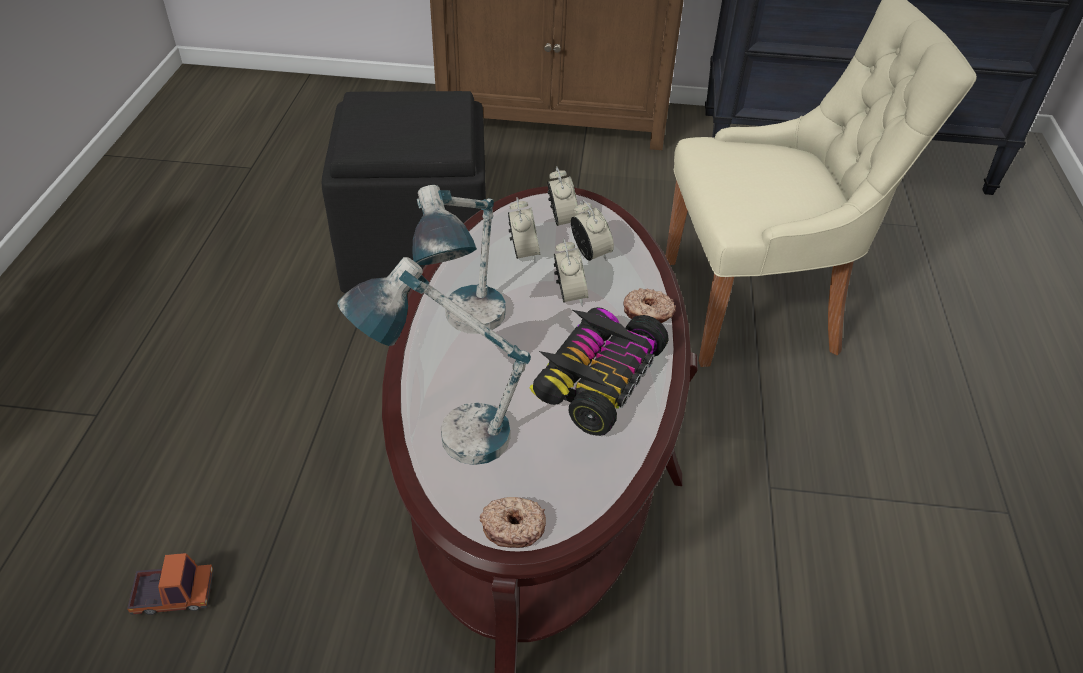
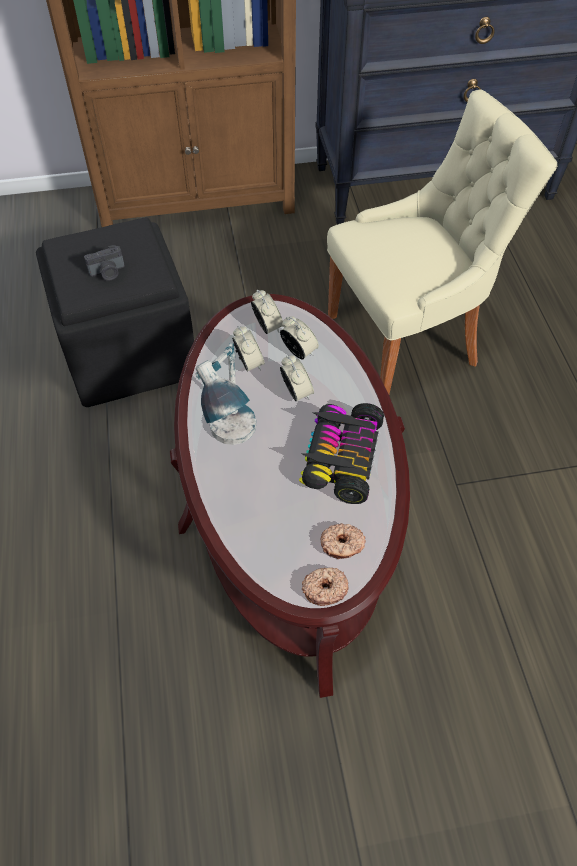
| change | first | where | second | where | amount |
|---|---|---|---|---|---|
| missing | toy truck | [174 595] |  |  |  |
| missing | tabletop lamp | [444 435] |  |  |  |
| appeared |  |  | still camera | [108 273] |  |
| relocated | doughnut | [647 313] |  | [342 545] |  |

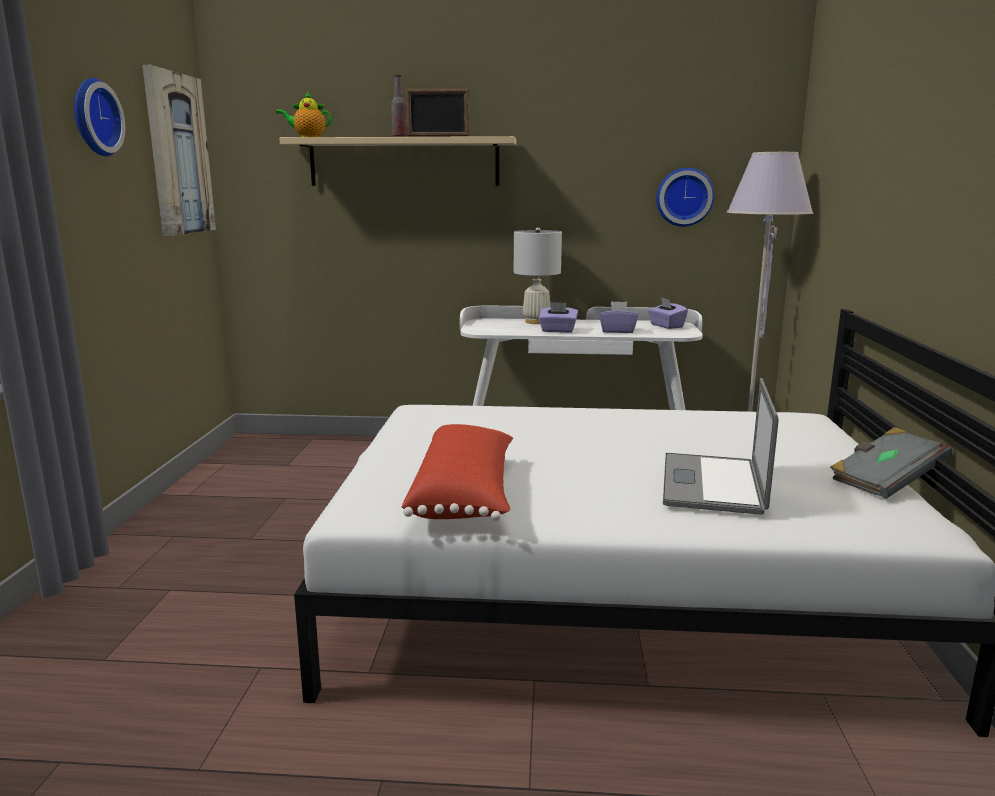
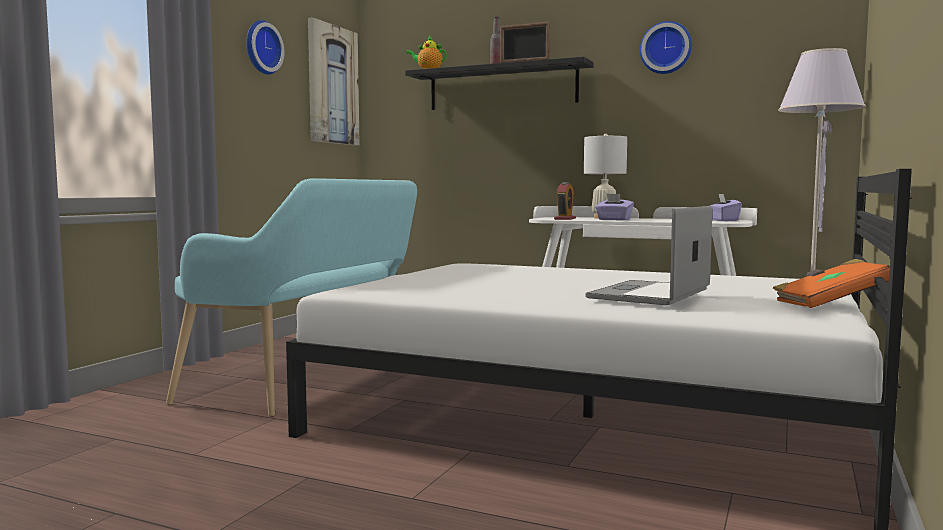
| change | first | where | second | where | amount |
|---|---|---|---|---|---|
| missing | pillow in reddish | [466 495] |  |  |  |
| missing | tissue box in purple-coloured | [617 331] |  |  |  |
| appeared |  |  | indoor bench in turquoise | [312 379] |  |
| appeared |  |  | bedside clock | [565 219] |  |
| relocated | hanging clock | [684 197] |  | [666 48] |  |
| colour | wall shelf in beige-coloured | [404 162] | wall shelf in black-coloured | [502 87] |  |
| colour | volume in grey | [885 481] | volume in orangey | [831 304] |  |

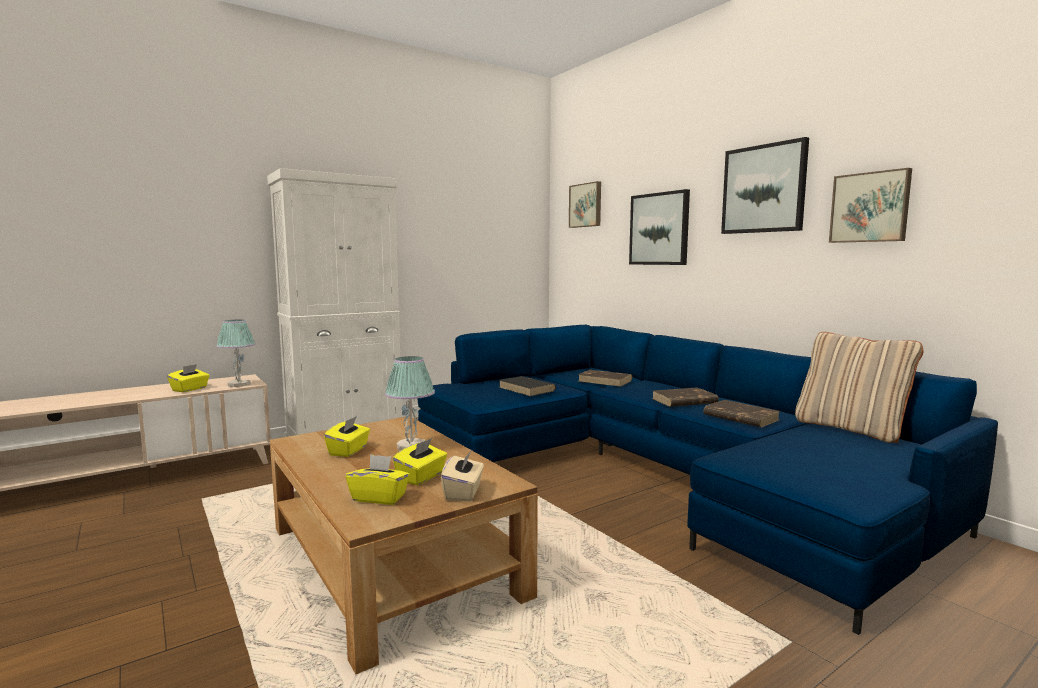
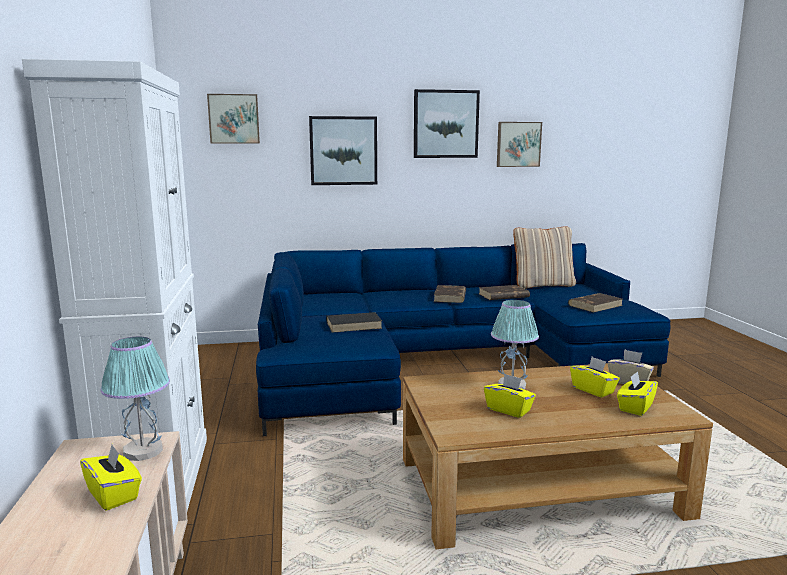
| change | first | where | second | where | amount |
|---|---|---|---|---|---|
| relocated | volume in brownish | [605 381] |  | [595 305] |  |

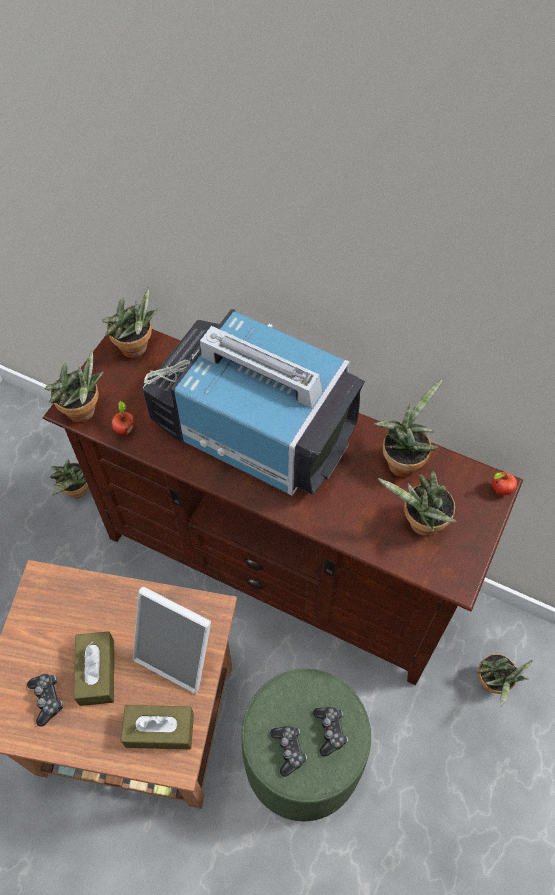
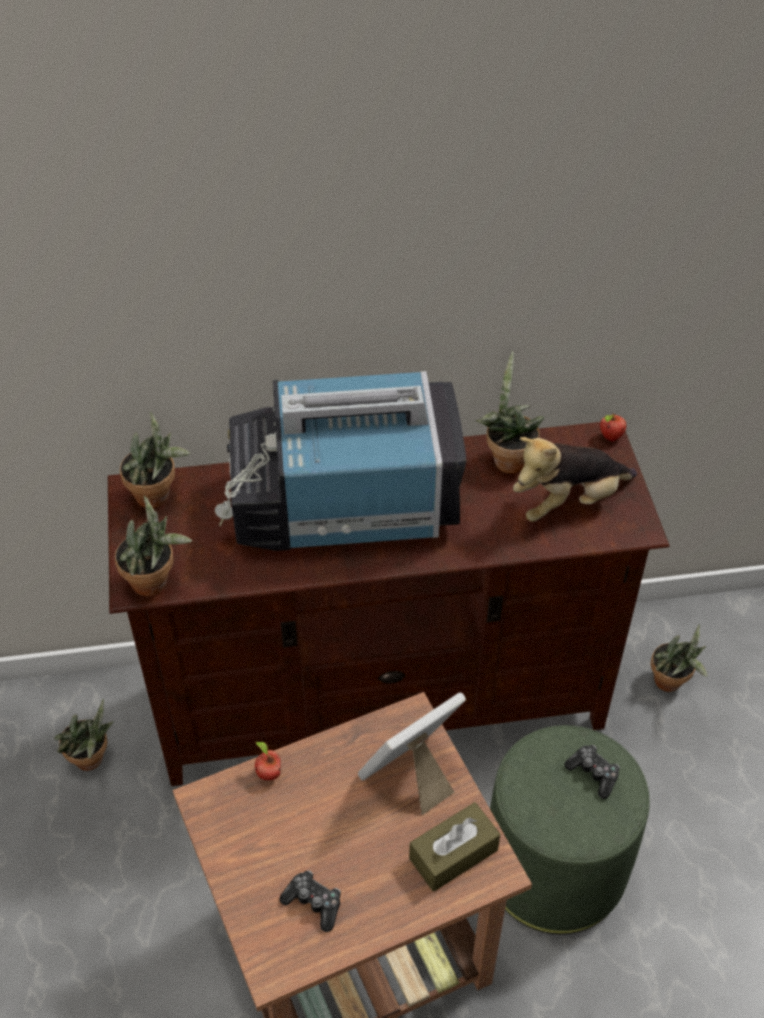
| change | first | where | second | where | amount |
|---|---|---|---|---|---|
| missing | tissue box in brownish | [97 672] |  |  |  |
| missing | joypad | [289 750] |  |  |  |
| relocated | apple fruit | [124 429] |  | [268 773] |  |
| exchanged | houseplant | [419 525] | soft toy | [568 502] |  |
| spun | photo frame | [179 653] |  | [412 775] | 150 degrees clockwise |

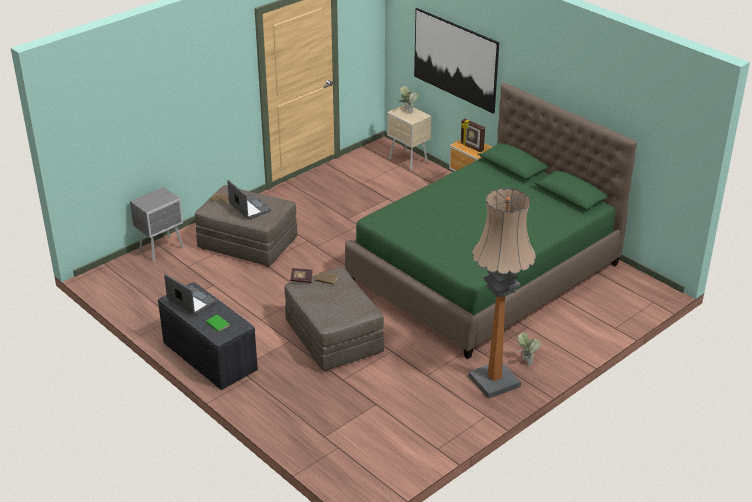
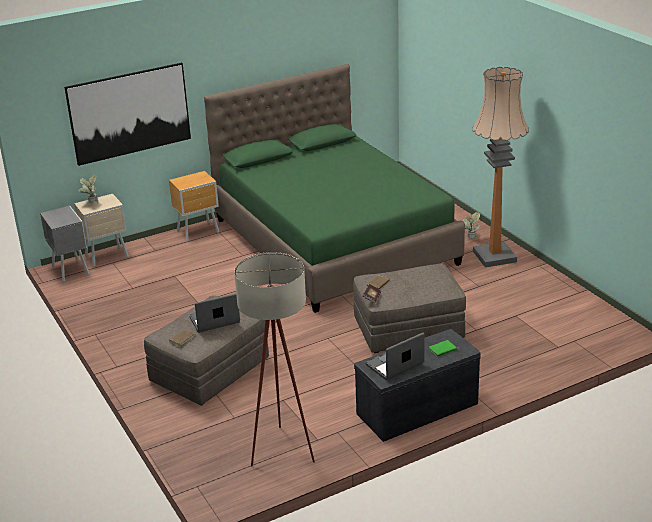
| change | first | where | second | where | amount |
|---|---|---|---|---|---|
| missing | photo frame | [471 147] |  |  |  |
| appeared |  |  | standard lamp in beige-coloured | [282 446] |  |
| relocated | night table in grey | [162 249] |  | [71 270] |  |

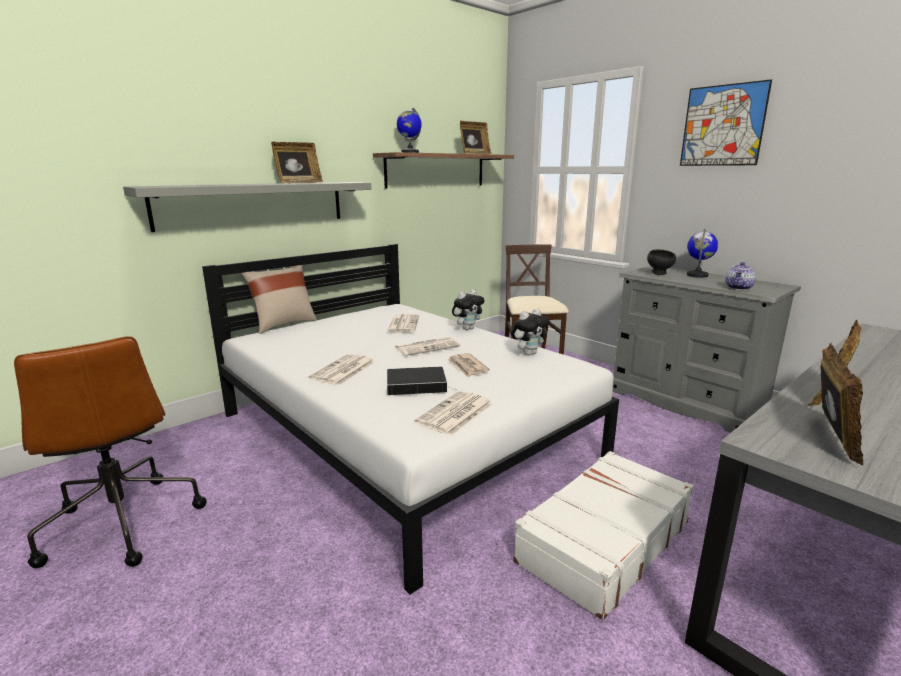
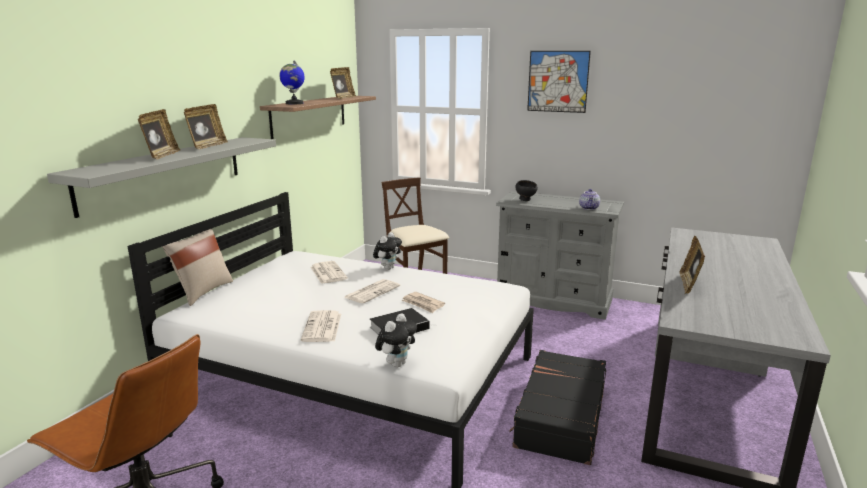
| change | first | where | second | where | amount |
|---|---|---|---|---|---|
| missing | newspaper | [455 414] |  |  |  |
| missing | desk globe | [697 275] |  |  |  |
| relocated | soft toy | [529 353] |  | [396 364] |  |
| relocated | photo frame | [830 438] |  | [161 155] |  |
| colour | piece of luggage in white-coloured | [602 541] | piece of luggage in black-coloured | [560 416] |  |

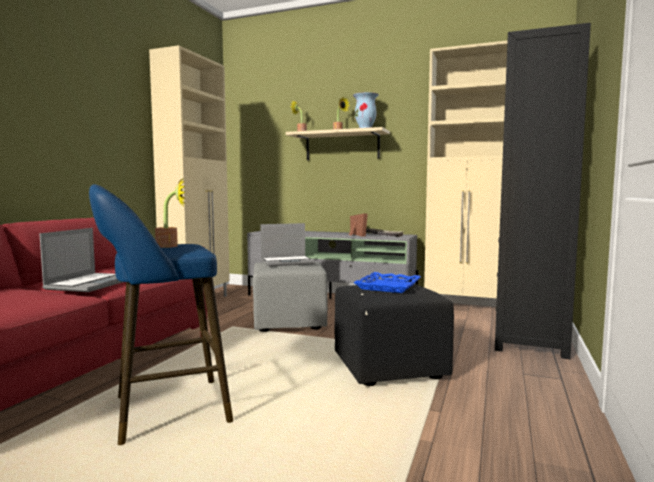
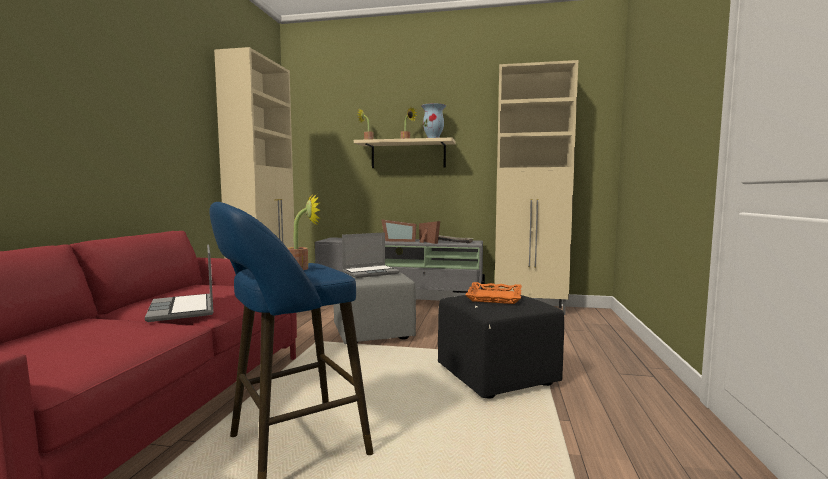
| change | first | where | second | where | amount |
|---|---|---|---|---|---|
| missing | bookshelf in black-coloured | [529 342] |  |  |  |
| appeared |  |  | photo frame | [399 240] |  |
| colour | carrying tray in bluish | [388 287] | carrying tray in orangey | [495 297] |  |
| spun | portable computer | [90 284] |  | [184 309] | 150 degrees clockwise |

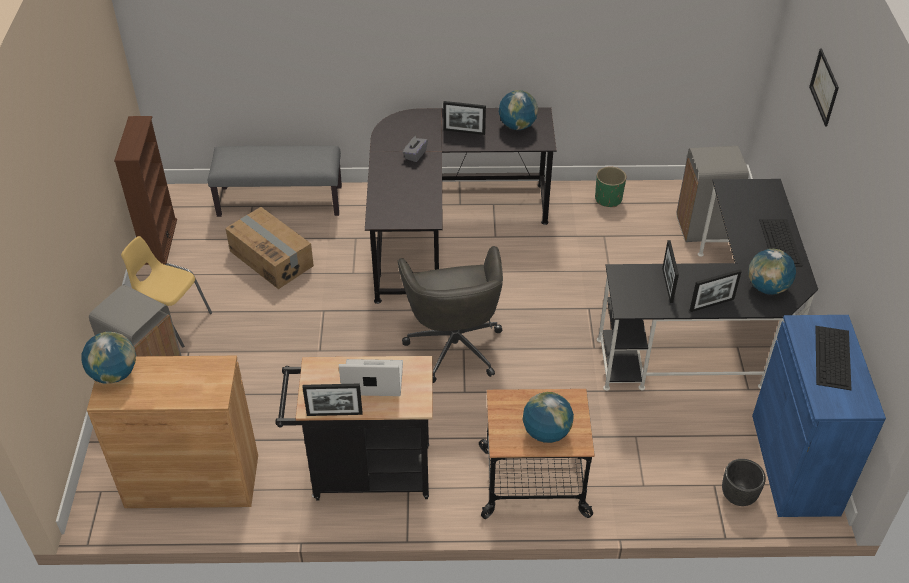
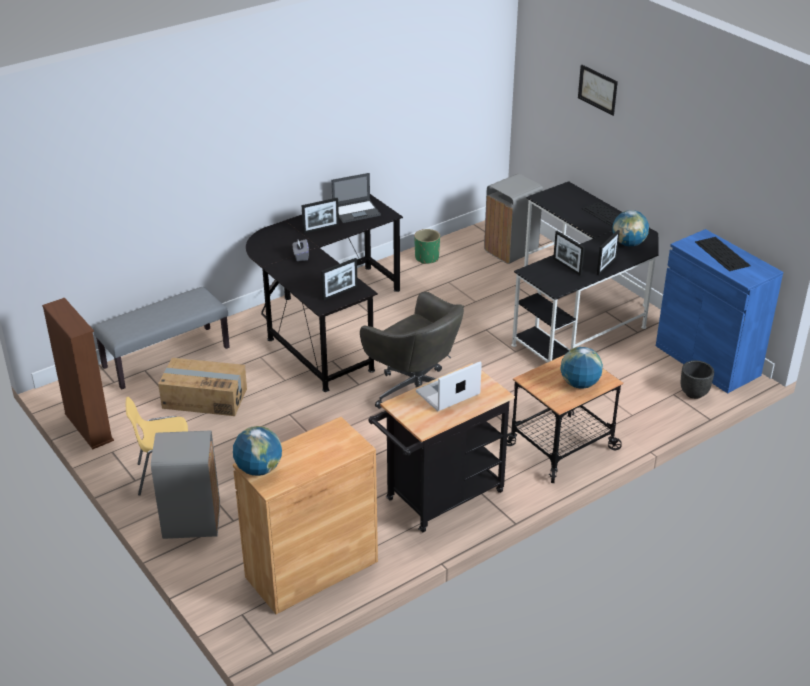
| change | first | where | second | where | amount |
|---|---|---|---|---|---|
| relocated | photo frame | [334 414] |  | [340 293] |  |
| exchanged | desk globe | [517 126] | portable computer | [356 211] |  |

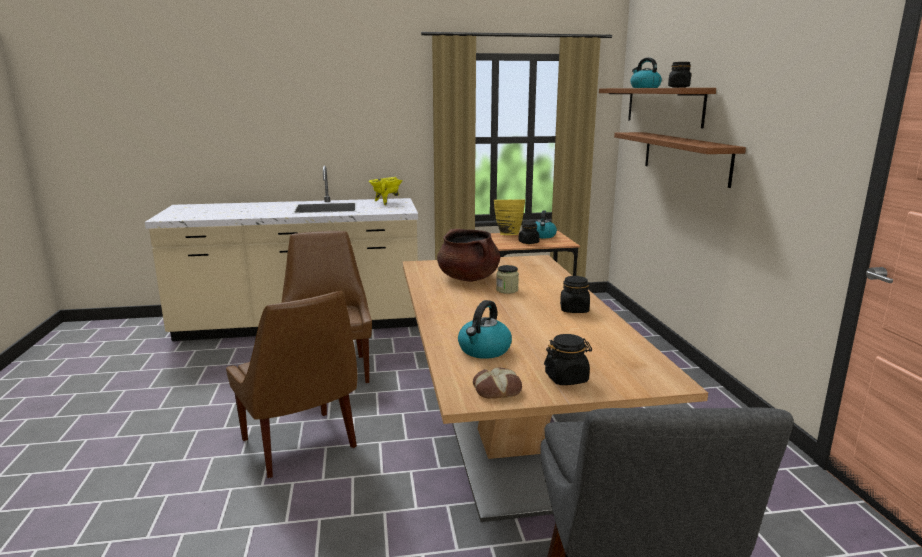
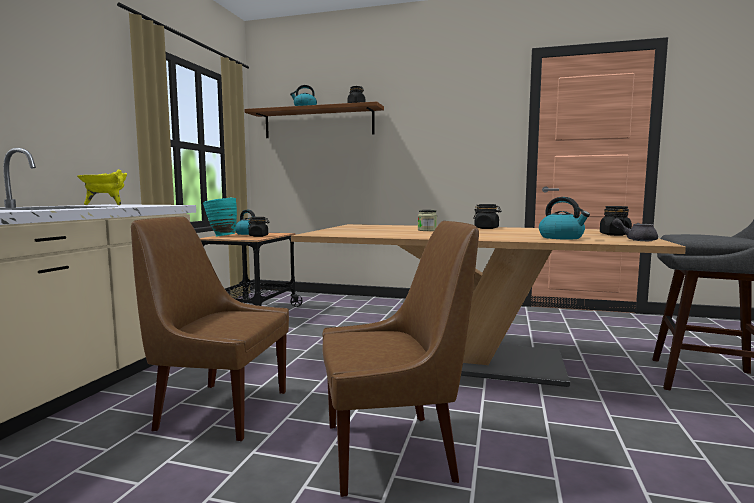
| change | first | where | second | where | amount |
|---|---|---|---|---|---|
| missing | cooking pot in brownish | [469 278] |  |  |  |
| missing | wall shelf in brownish | [685 157] |  |  |  |
| exchanged | baked bread | [497 389] | teapot in grey | [636 240] |  |
| colour | decorative vase in yellow-coloured | [508 235] | decorative vase in turquoise | [221 236] |  |

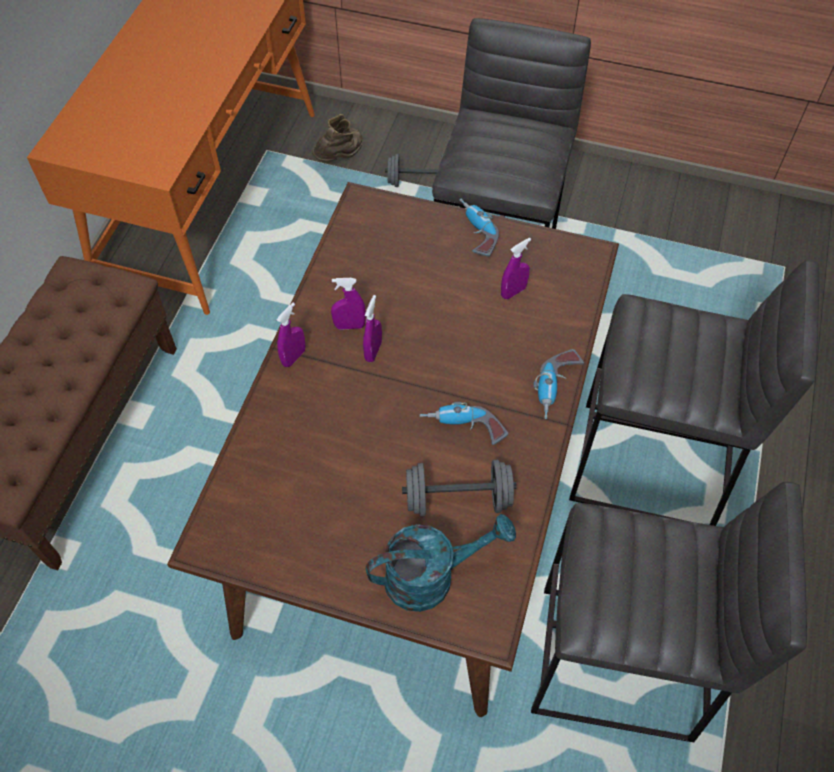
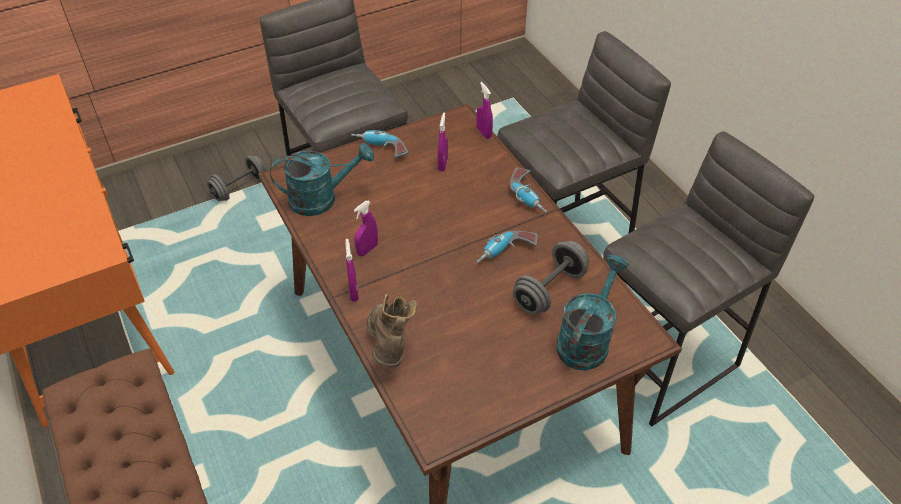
| change | first | where | second | where | amount |
|---|---|---|---|---|---|
| appeared |  |  | watering can in turquoise | [322 198] |  |
| relocated | boot in brownish | [340 157] |  | [390 347] |  |
| relocated | spray bottle in purple-coloured | [373 351] |  | [484 133] |  |

